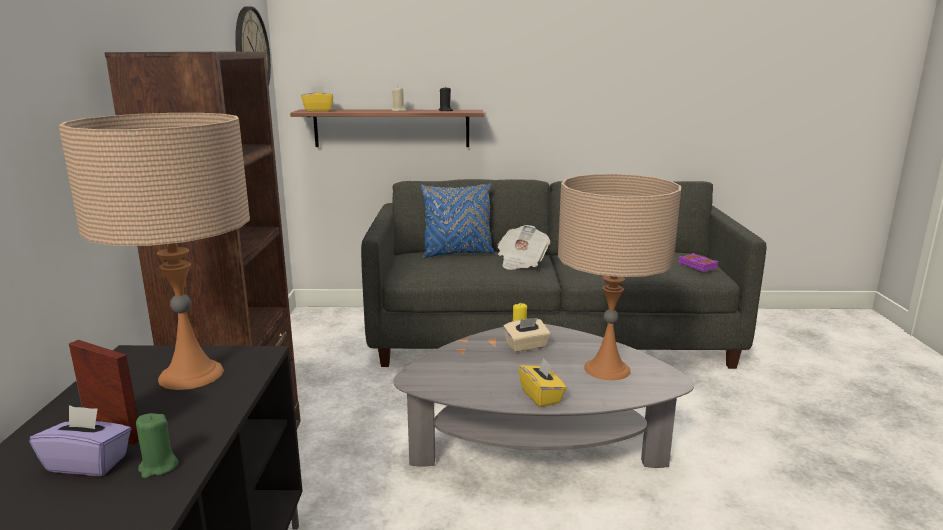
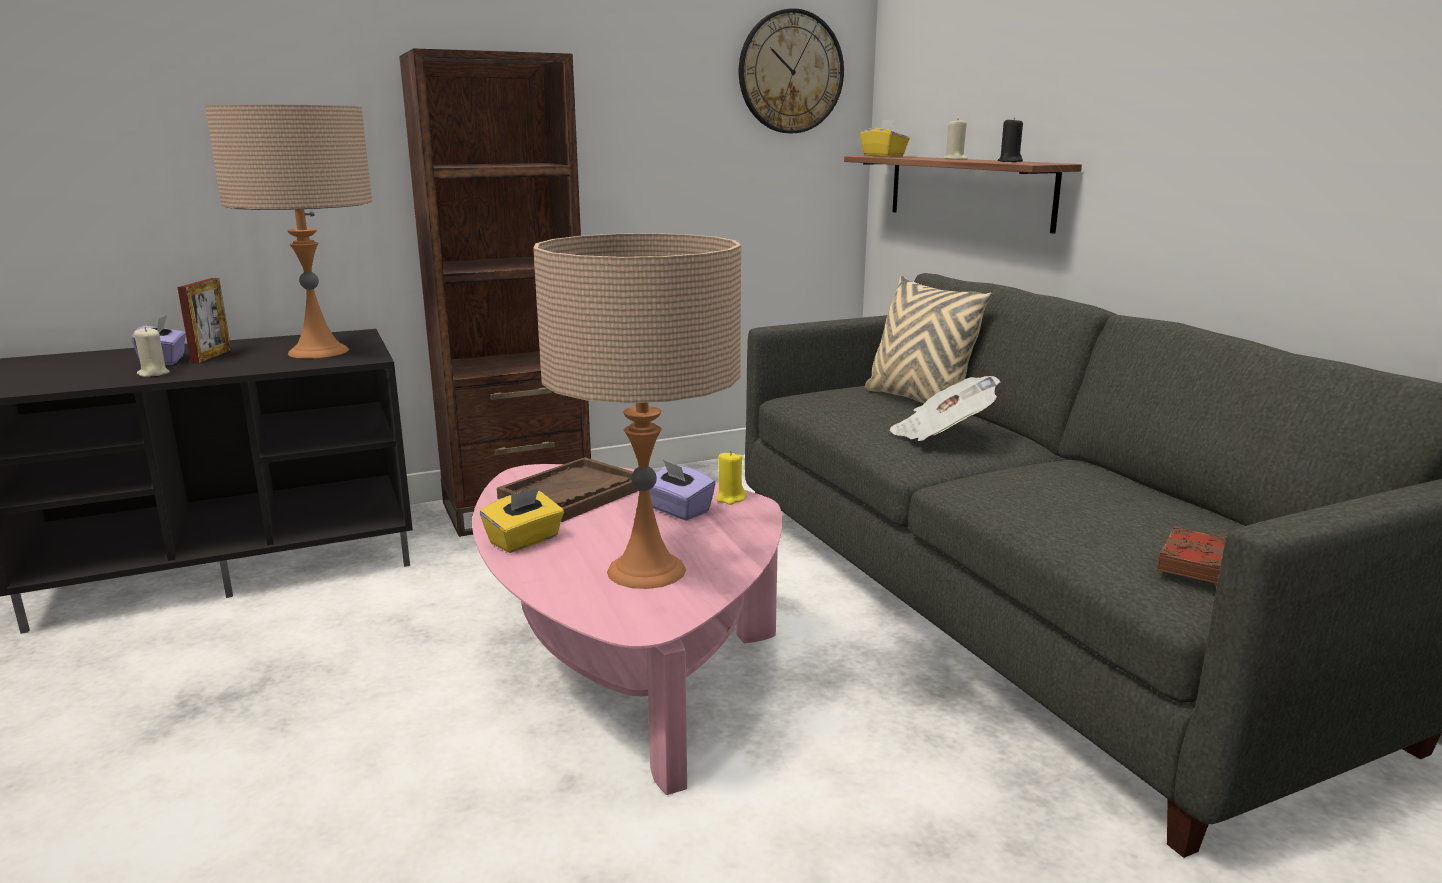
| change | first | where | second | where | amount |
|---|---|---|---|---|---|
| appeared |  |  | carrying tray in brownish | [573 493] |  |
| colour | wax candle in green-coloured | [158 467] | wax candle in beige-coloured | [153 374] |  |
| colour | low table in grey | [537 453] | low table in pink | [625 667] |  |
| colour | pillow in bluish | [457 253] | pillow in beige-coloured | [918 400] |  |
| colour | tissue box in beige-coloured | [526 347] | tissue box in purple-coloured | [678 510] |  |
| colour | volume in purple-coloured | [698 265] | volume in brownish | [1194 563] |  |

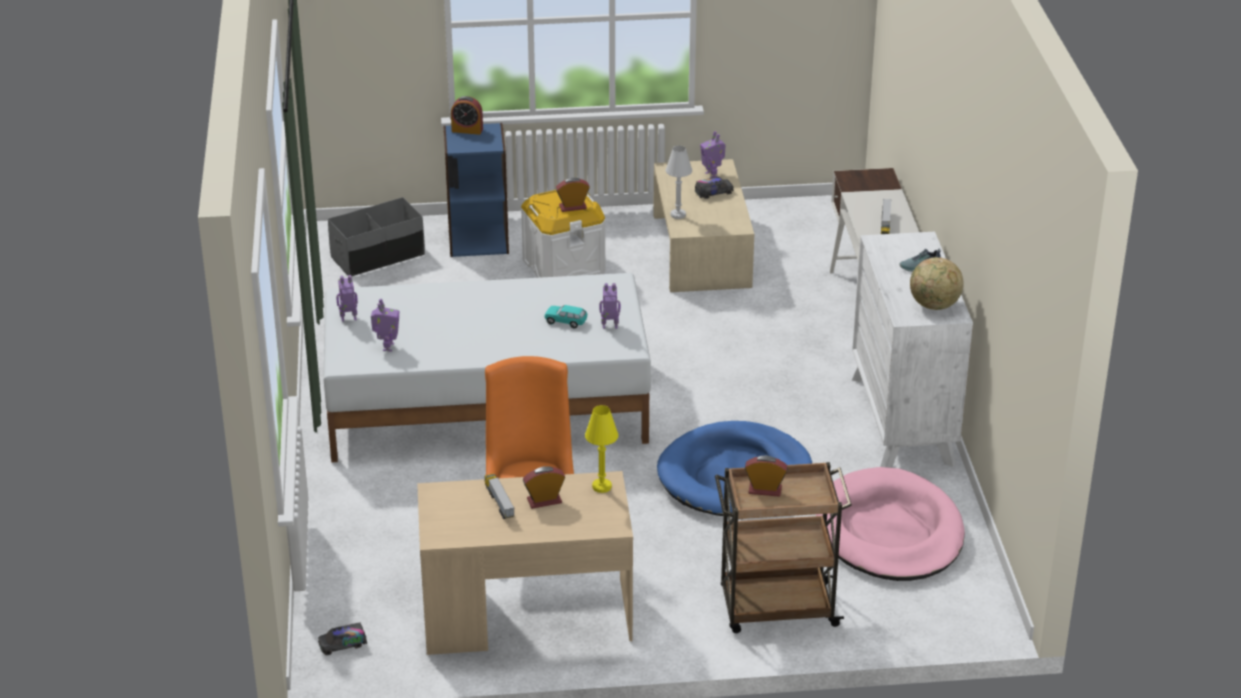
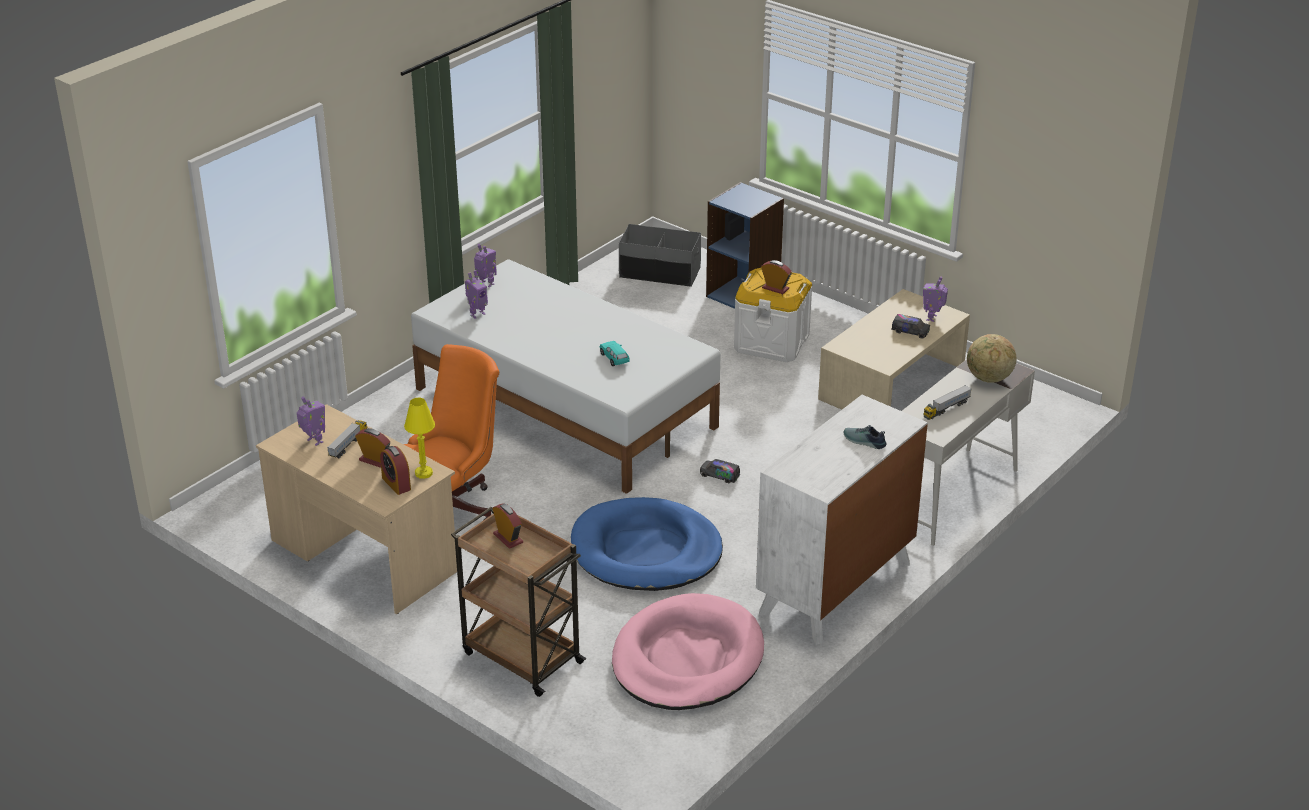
| change | first | where | second | where | amount |
|---|---|---|---|---|---|
| missing | tabletop lamp in white-coloured | [678 215] |  |  |  |
| relocated | toy truck | [342 645] |  | [719 476] |  |
| relocated | bedside clock | [467 130] |  | [396 483] |  |
| relocated | robot figure | [610 326] |  | [314 441] |  |
| relocated | desk globe | [934 306] |  | [988 378] |  |

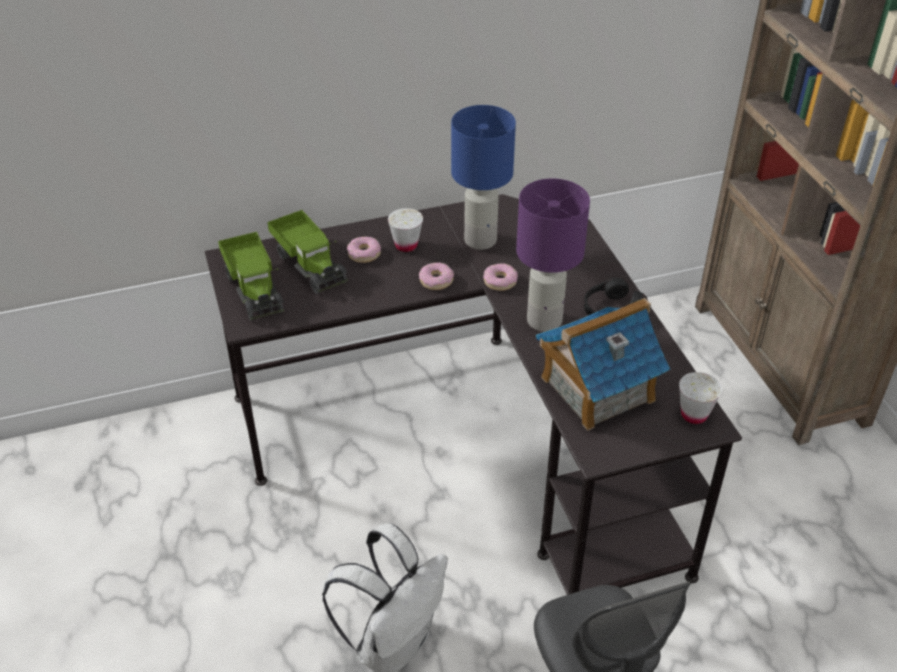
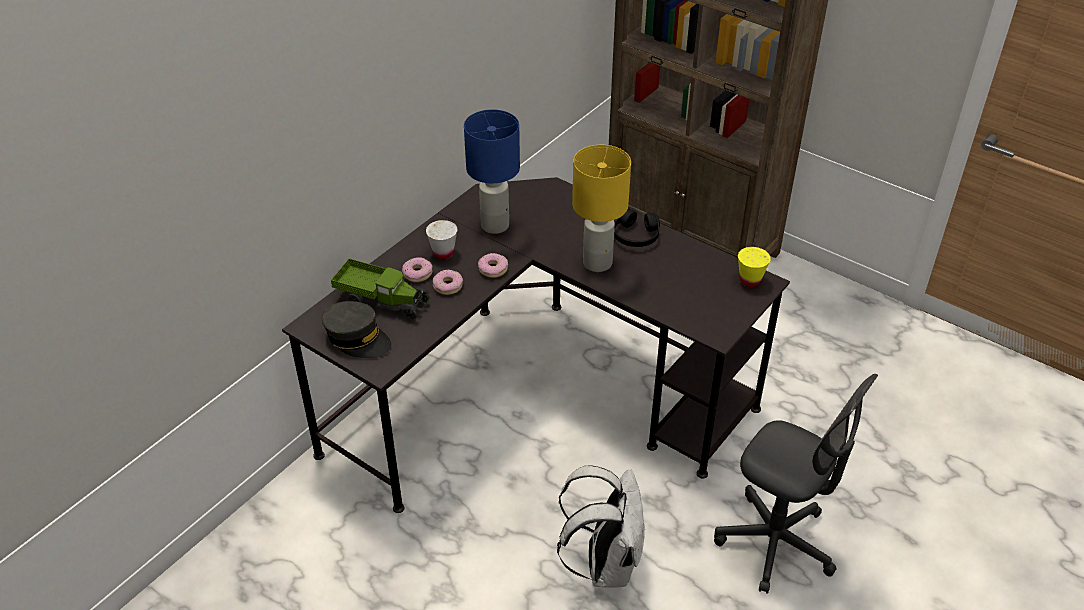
| change | first | where | second | where | amount |
|---|---|---|---|---|---|
| missing | toy house | [596 389] |  |  |  |
| relocated | doughnut | [500 281] |  | [447 286] |  |
| exchanged | toy truck | [254 288] | cap in grey | [357 338] |  |
| colour | tabletop lamp in purple-coloured | [544 320] | tabletop lamp in yellow-coloured | [597 262] |  |
| colour | drinking cup in white-coloured | [694 414] | drinking cup in yellow-coloured | [750 280] |  |

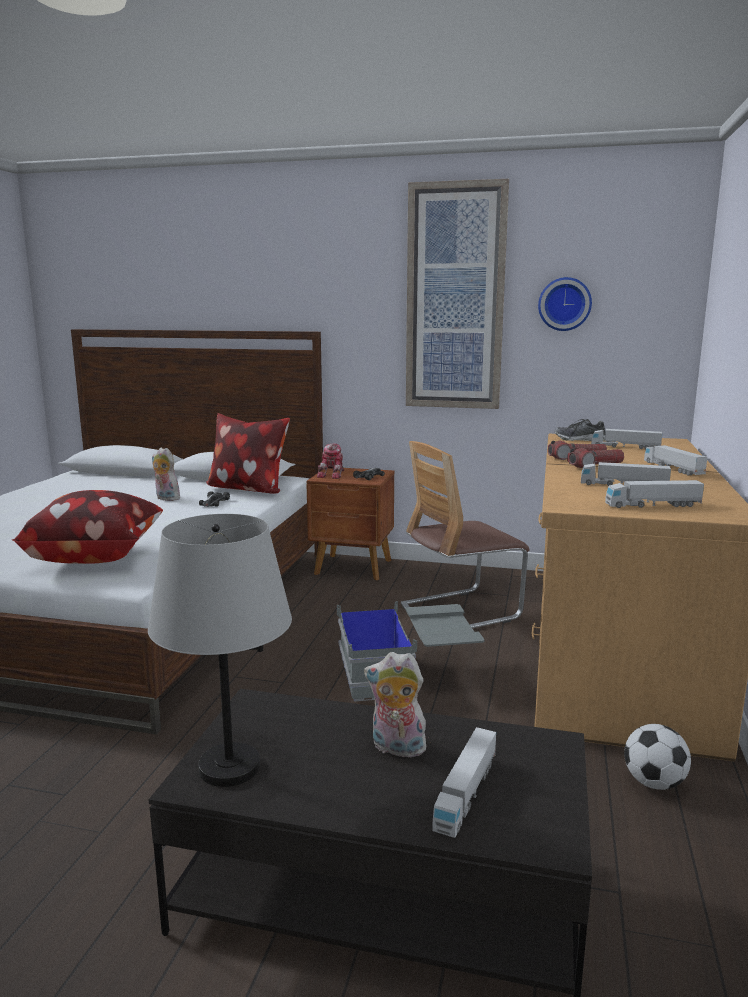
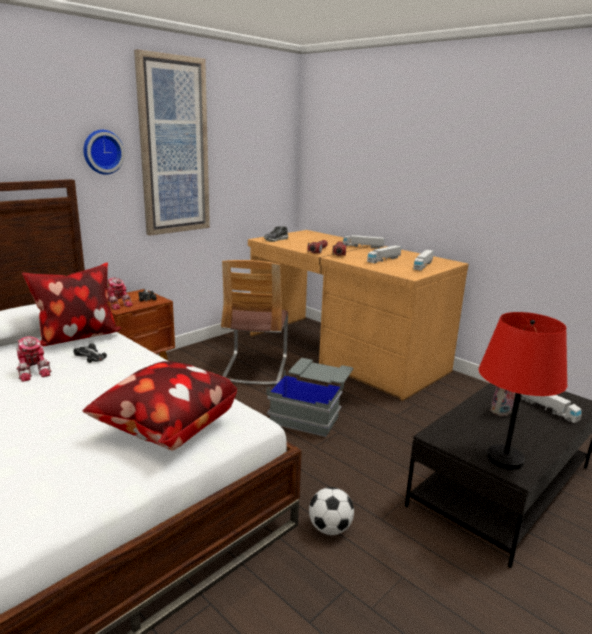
| change | first | where | second | where | amount |
|---|---|---|---|---|---|
| missing | toy truck | [625 447] |  |  |  |
| relocated | hanging clock | [564 304] |  | [102 152] |  |
| relocated | football | [654 783] |  | [330 528] |  |
| exchanged | soft toy | [165 498] | robot figure | [34 371] |  |
| colour | tabletop lamp in grey | [228 768] | tabletop lamp in reddish | [505 459] |  |

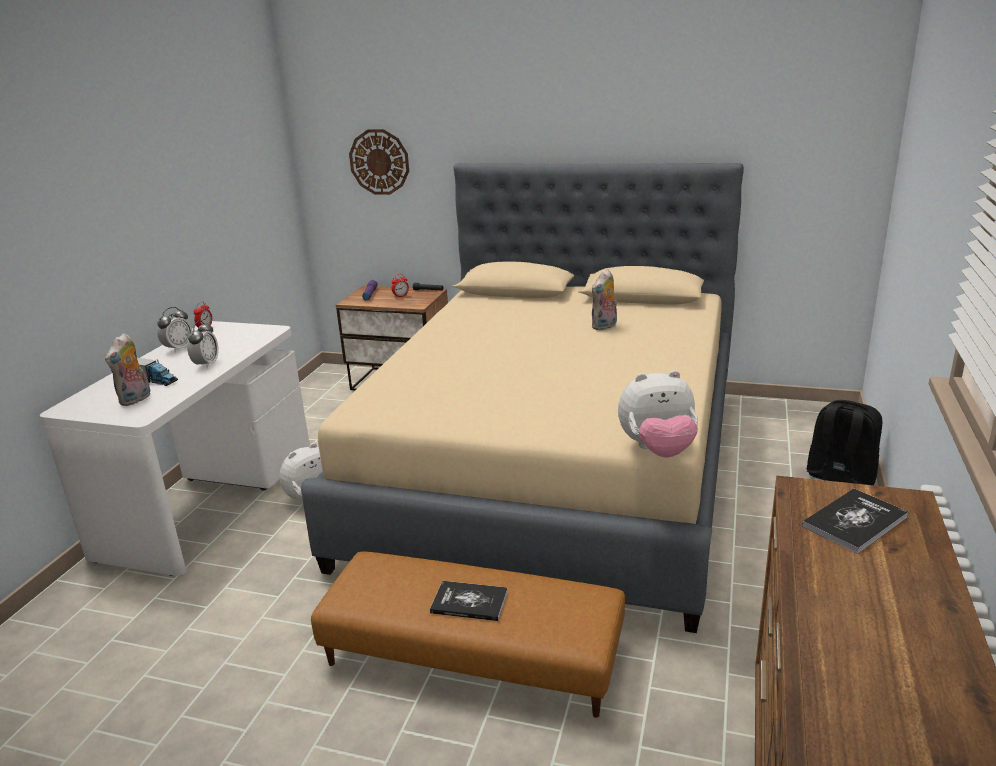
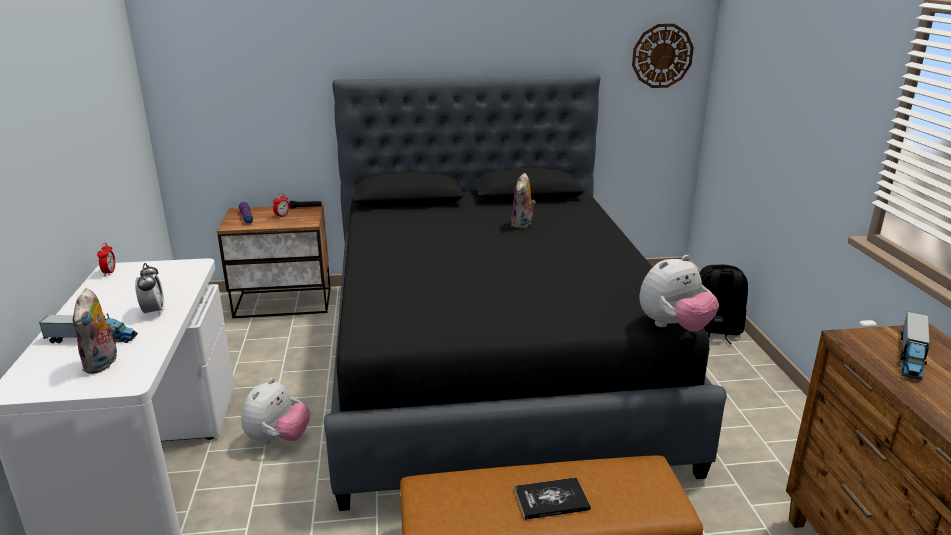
| change | first | where | second | where | amount |
|---|---|---|---|---|---|
| missing | bedside clock | [178 348] |  |  |  |
| relocated | hanging clock | [379 162] |  | [662 56] |  |
| exchanged | volume | [854 522] | toy truck | [911 356] |  |
| colour | bedroom bed in beige-coloured | [555 469] | bedroom bed in black-coloured | [492 362] |  |

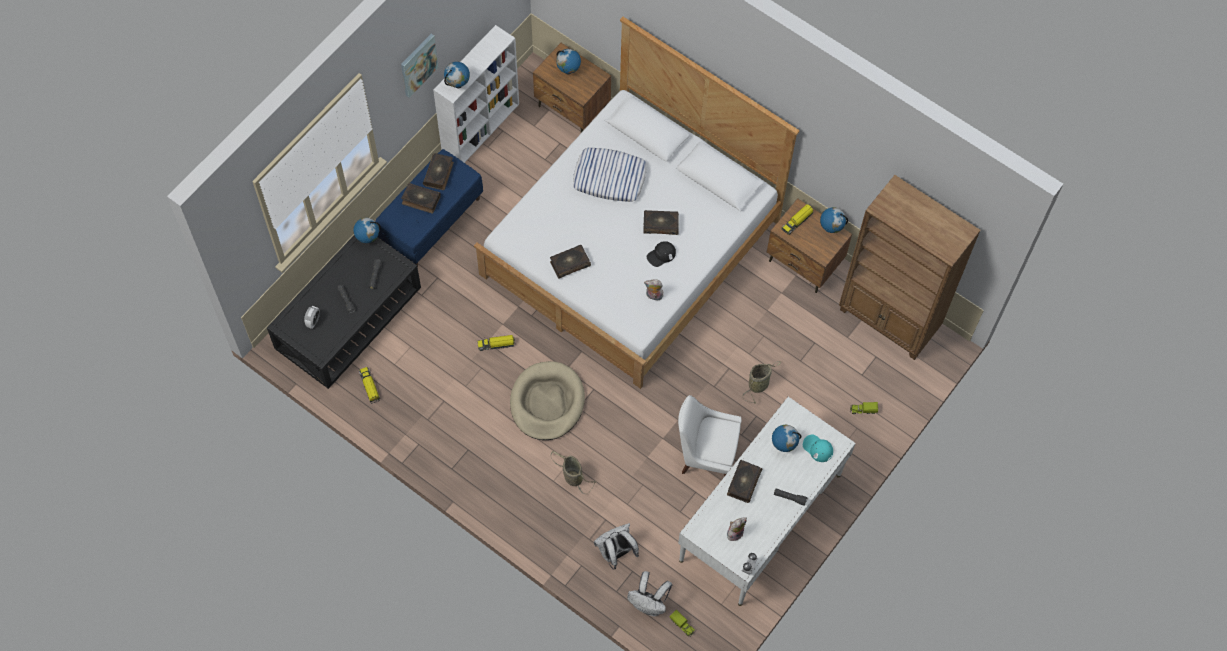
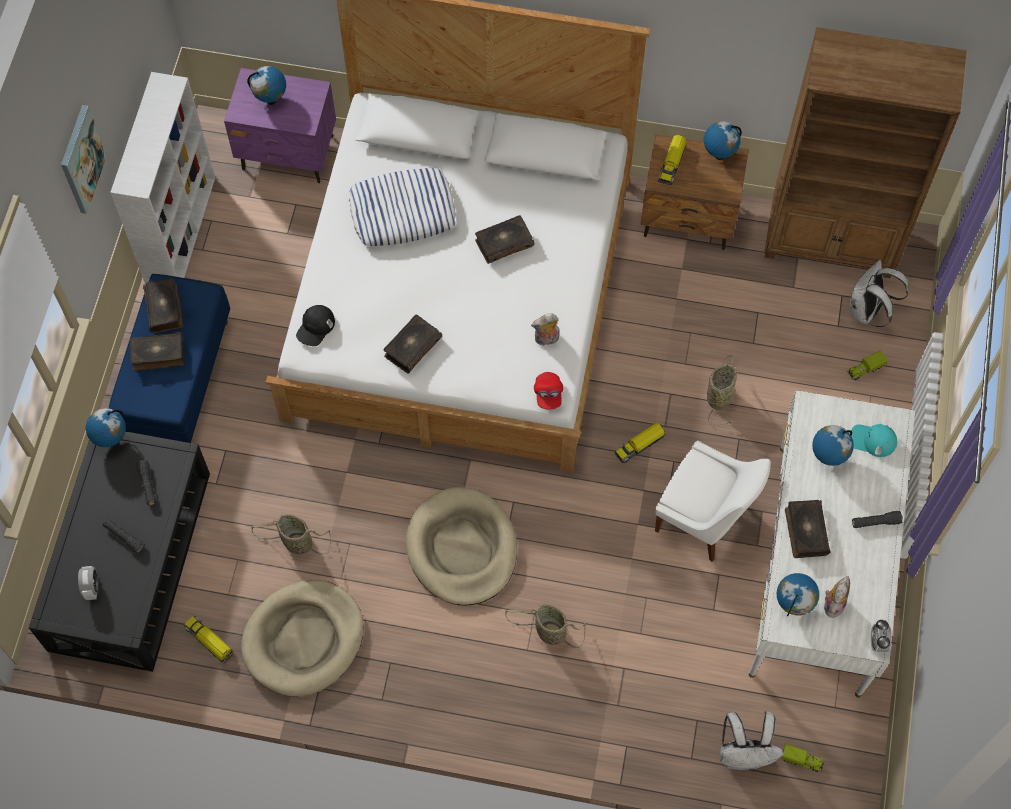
| change | first | where | second | where | amount |
|---|---|---|---|---|---|
| appeared |  |  | pet bed in beige-coloured | [304 639] |  |
| appeared |  |  | household basket | [295 542] |  |
| appeared |  |  | cap in reddish | [548 394] |  |
| relocated | desk globe | [458 85] |  | [793 604] |  |
| relocated | toy truck | [496 344] |  | [640 444] |  |
| relocated | rucksack in white-coloured | [616 553] |  | [867 311] |  |
| relocated | cap in black-coloured | [661 255] |  | [315 327] |  |
| colour | night table in brownish | [572 108] | night table in purple-coloured | [288 153] |  |
| spun | chair in white-coloured | [705 454] |  | [704 519] | 135 degrees counterclockwise |

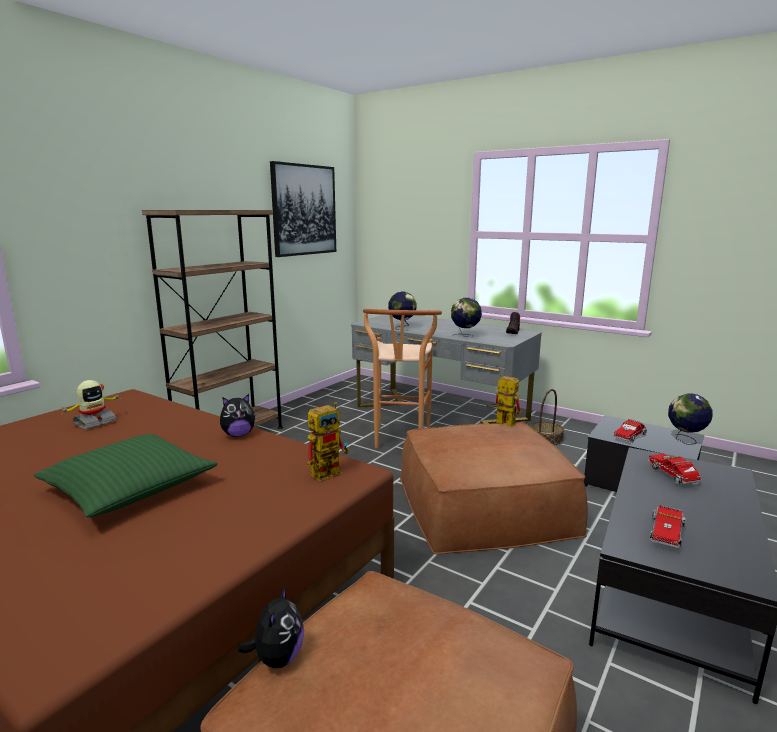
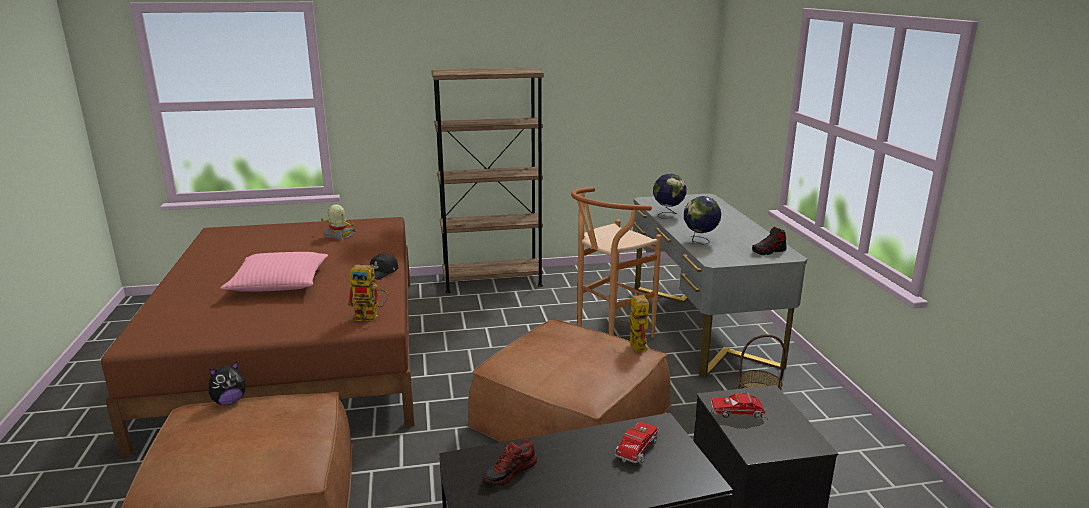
| change | first | where | second | where | amount |
|---|---|---|---|---|---|
| missing | wall picture | [304 210] |  |  |  |
| missing | desk globe | [685 441] |  |  |  |
| exchanged | soft toy | [238 435] | cap in black-coloured | [382 272] |  |
| exchanged | toy truck | [666 533] | item of footwear | [510 472] |  |
| colour | pillow in green-coloured | [129 487] | pillow in pink | [279 283] |  |
| spun | robot figure | [94 422] |  | [339 235] | 150 degrees counterclockwise |

